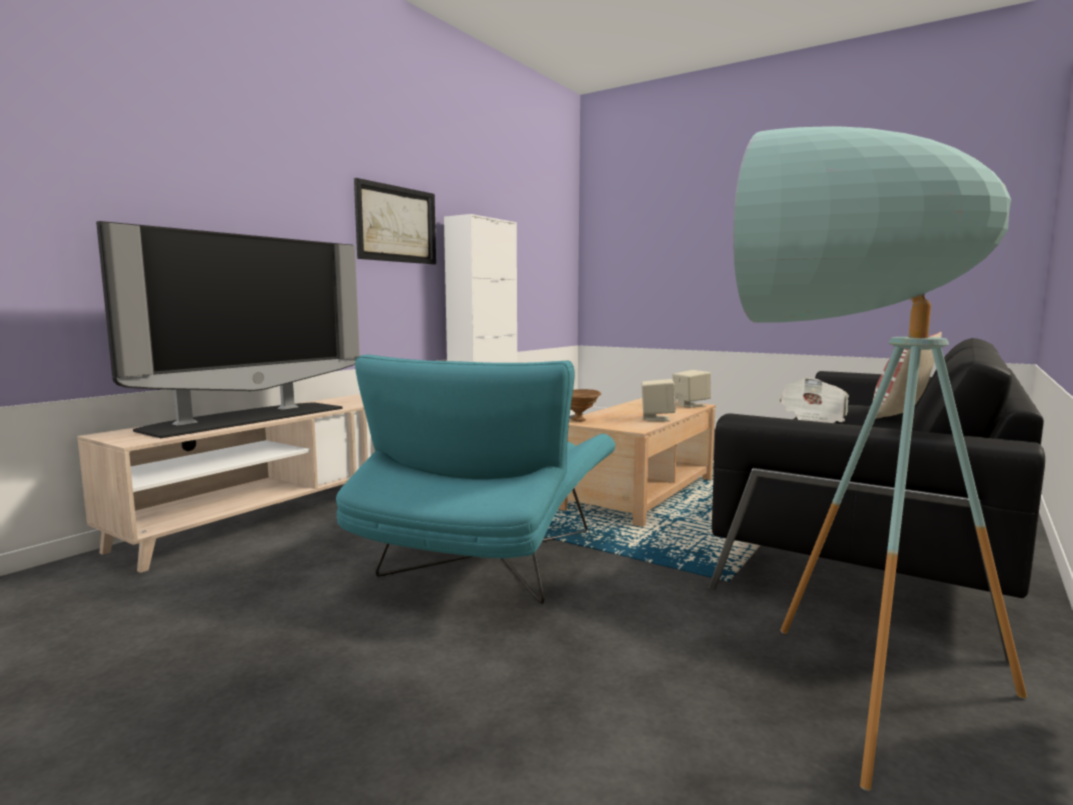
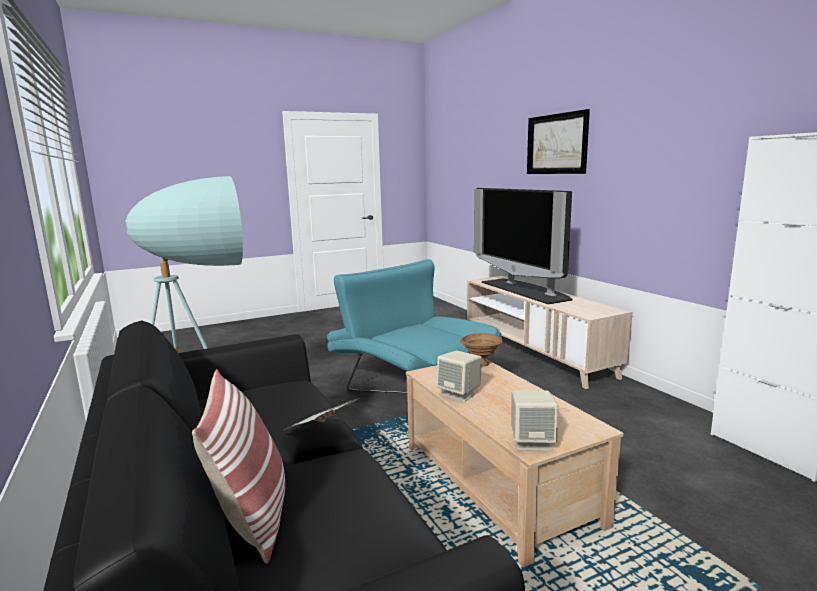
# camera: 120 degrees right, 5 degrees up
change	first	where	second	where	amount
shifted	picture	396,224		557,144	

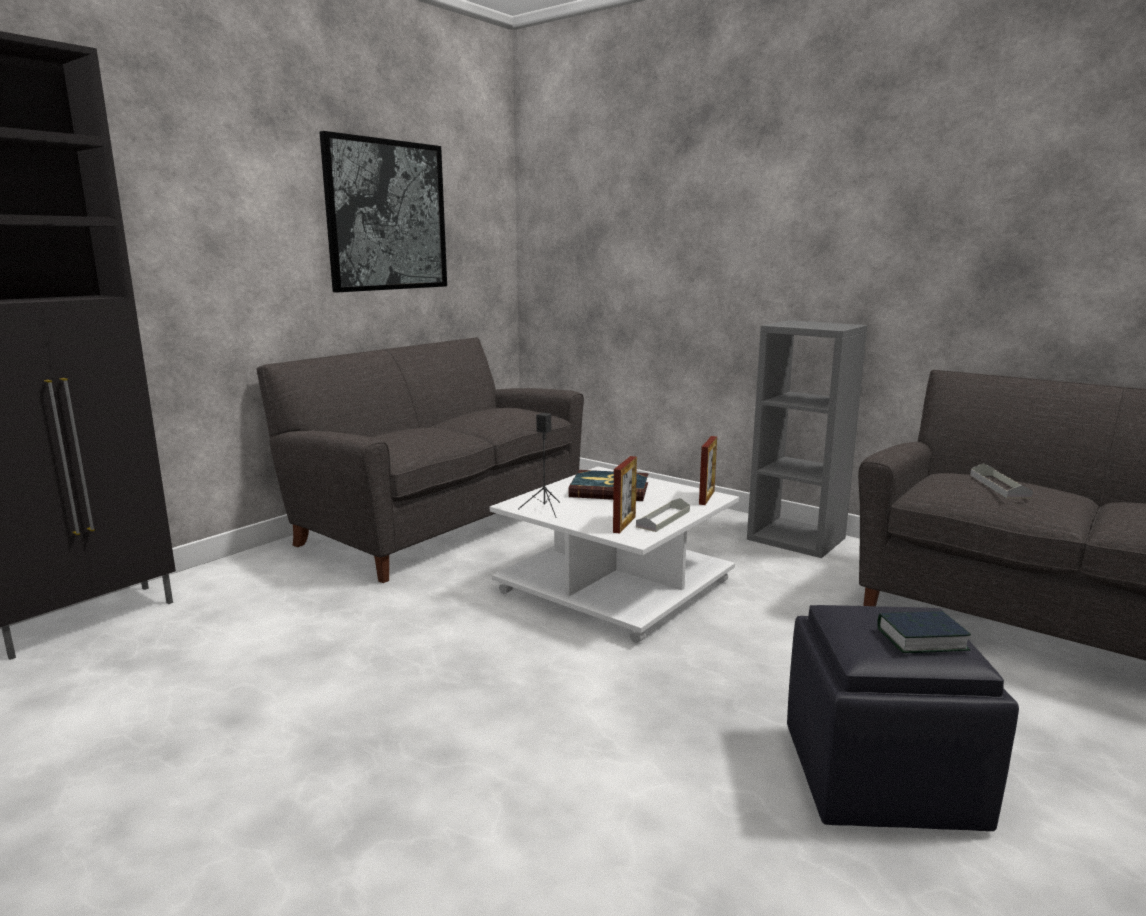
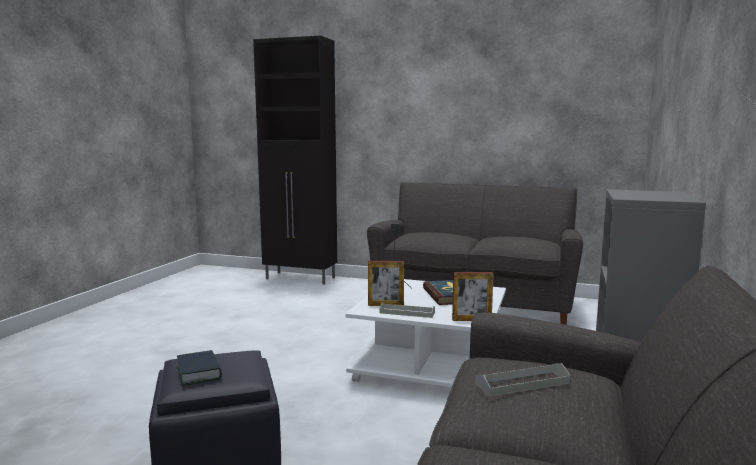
# camera: 70 degrees right, 5 degrees down
change	first	where	second	where	amount
gone	picture	386,216			

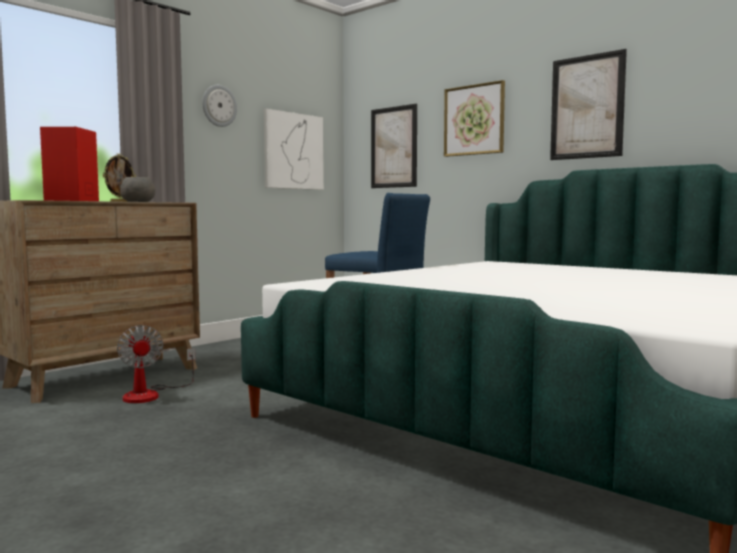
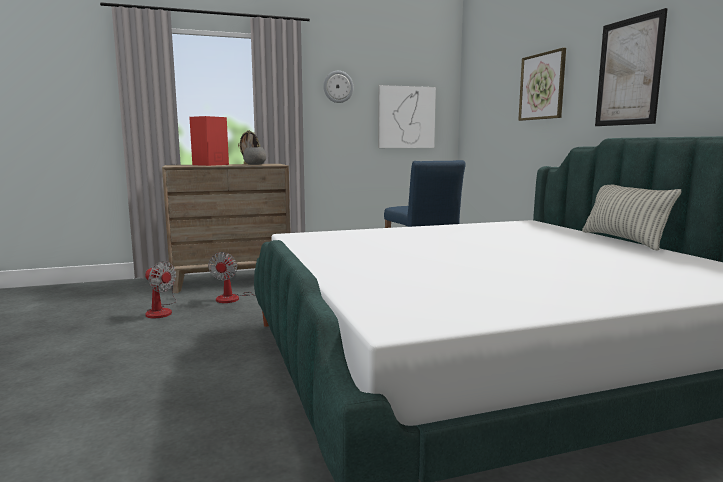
# camera: 30 degrees right, 5 degrees up
change	first	where	second	where	amount
gone	picture	394,147			
new			fan	161,311	
new			pillow	623,240	

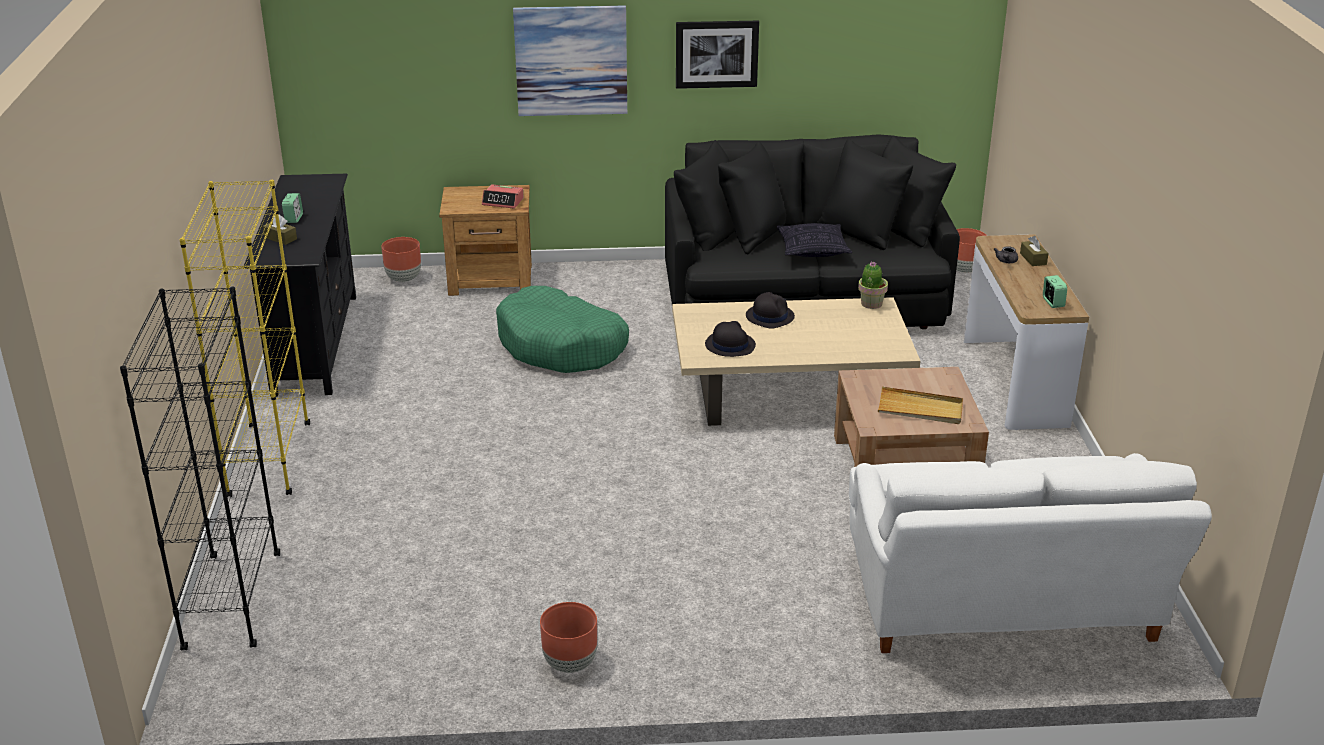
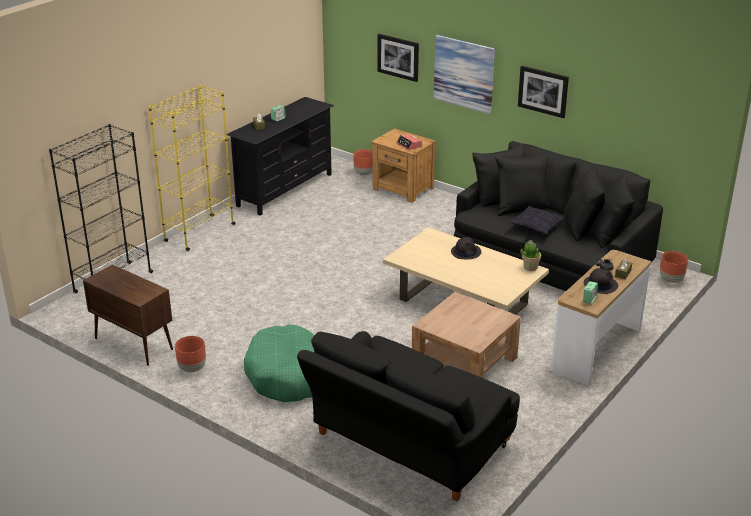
# camera: 40 degrees right, 0 degrees up
change	first	where	second	where	amount
shifted	green_dog_bed	561,346		288,375	
shifted	black_hat	729,345		600,284	
repainted	white_sofa	1002,604	black_sofa	408,444	
gone	beige_tray	920,409			
new			brown_cabinet	133,344	
new			picture	398,57	

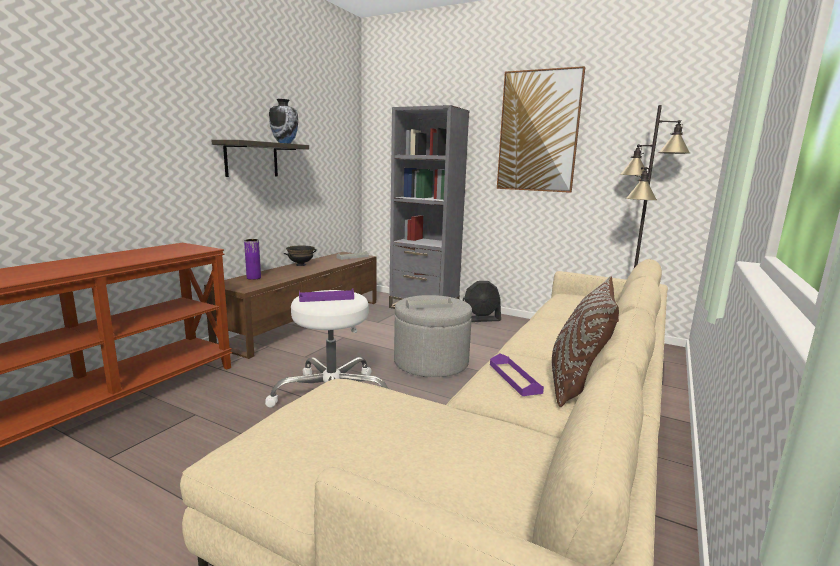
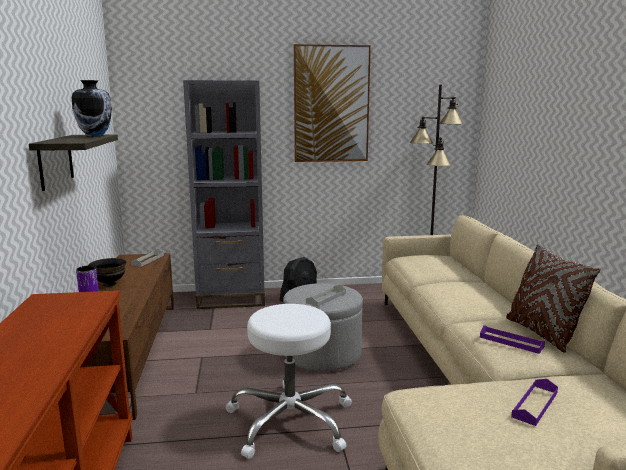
# camera: 35 degrees left, 0 degrees up
change	first	where	second	where	amount
shifted	purple_tray	326,298		535,404	

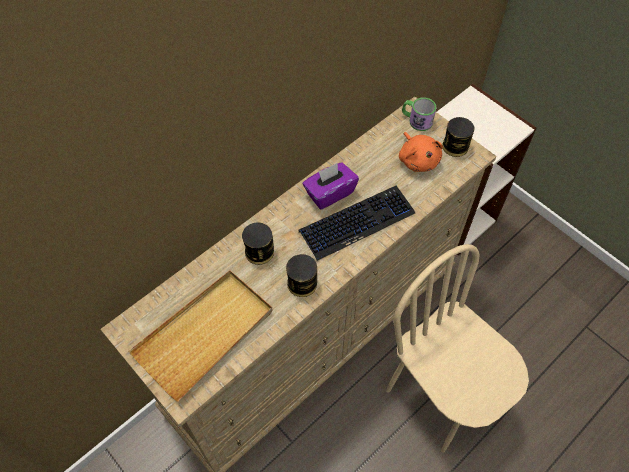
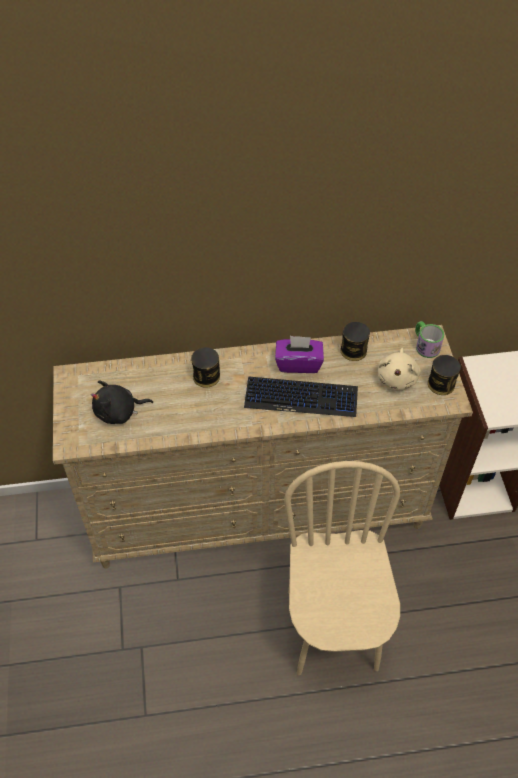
# camera: 35 degrees right, 5 degrees down
change	first	where	second	where	amount
swapped	beige_tray	205,335	black_plush_toy	119,412	
shifted	can	302,283		353,350	
repainted	orange_plush_toy	418,160	beige_plush_toy	397,377	

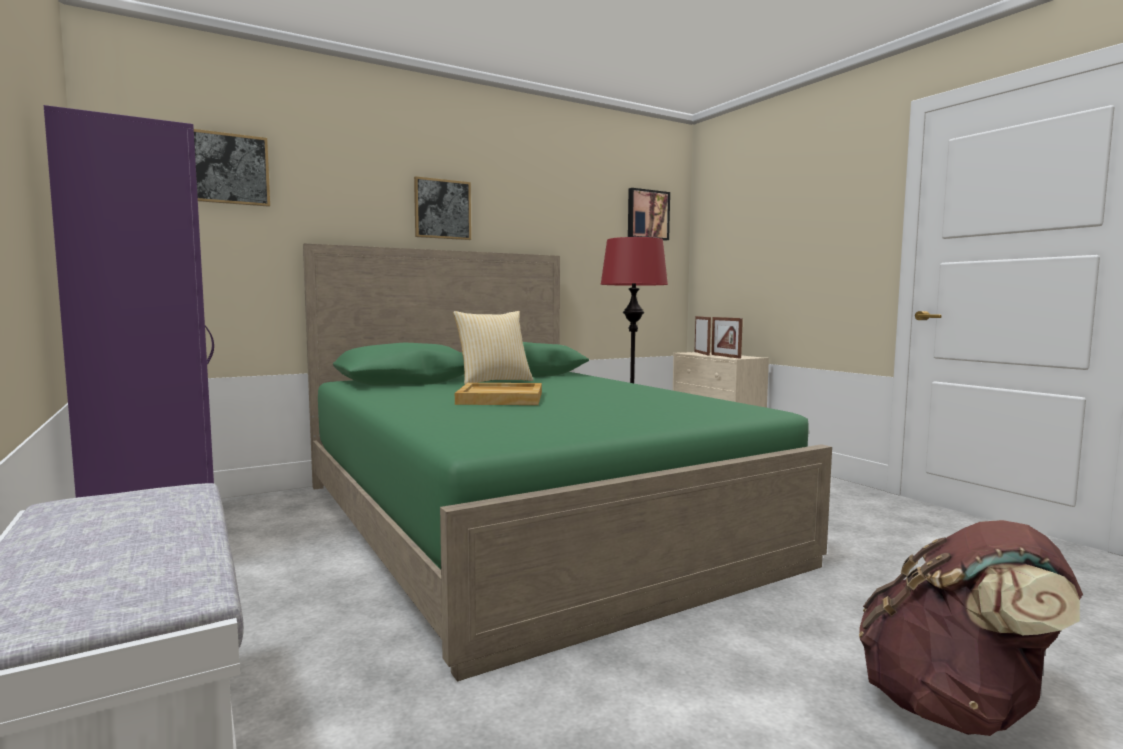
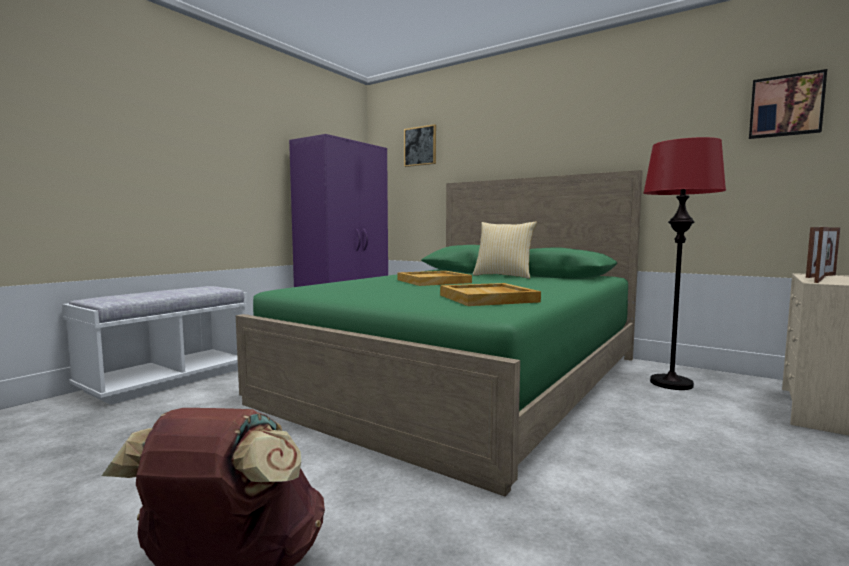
# camera: 65 degrees right, 0 degrees up
change	first	where	second	where	amount
gone	picture	442,209			
new			beige_tray	488,298	

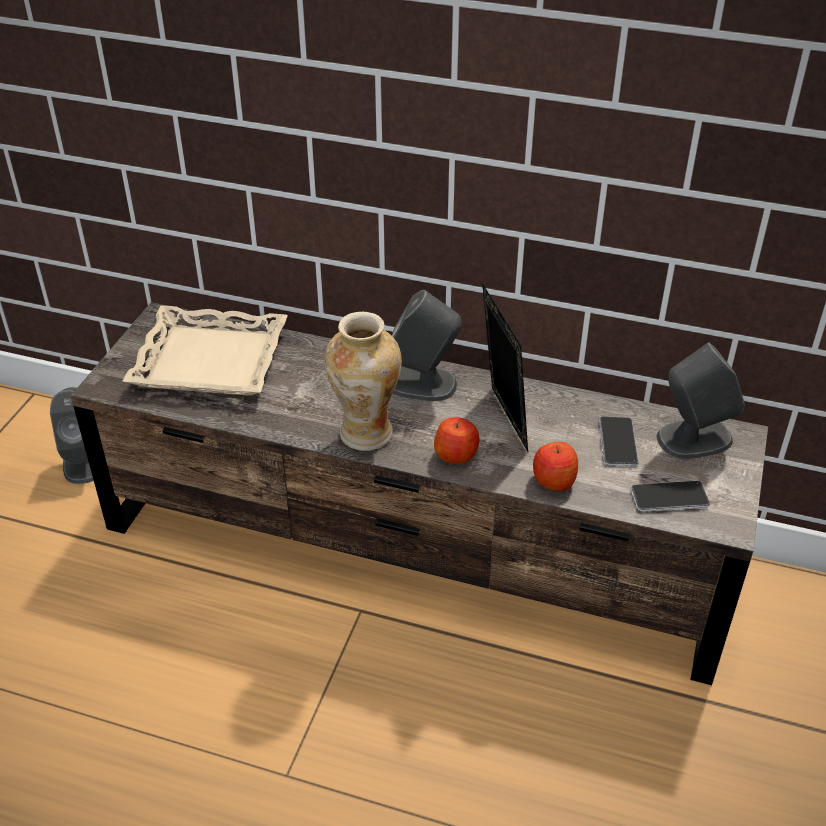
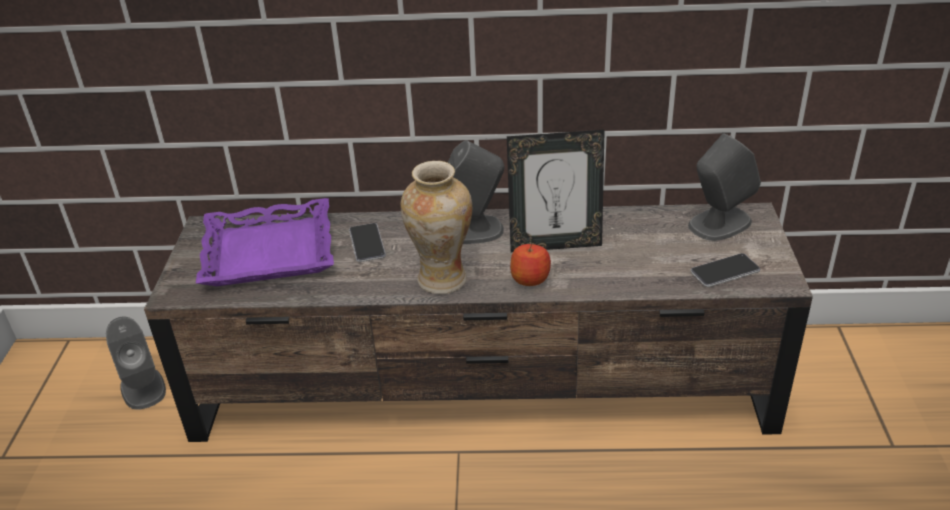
# camera: 15 degrees left, 5 degrees down
change	first	where	second	where	amount
repainted	beige_tray	209,362	purple_tray	268,253	
rotated	picture_frame	501,421		555,244	120 degrees clockwise
gone	apple	554,480			
shifted	phone	617,442		367,243	

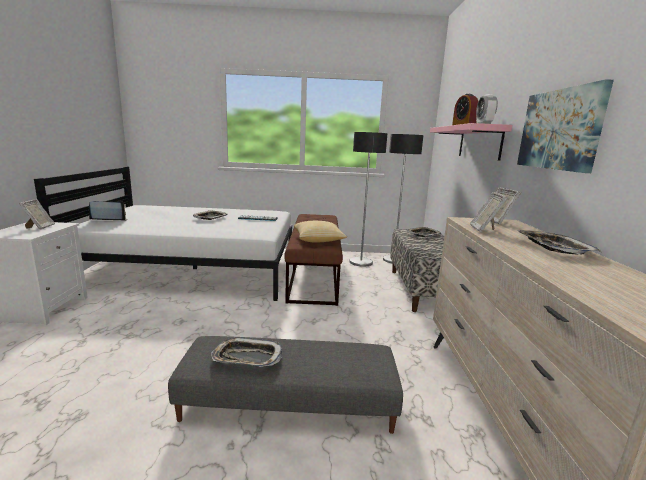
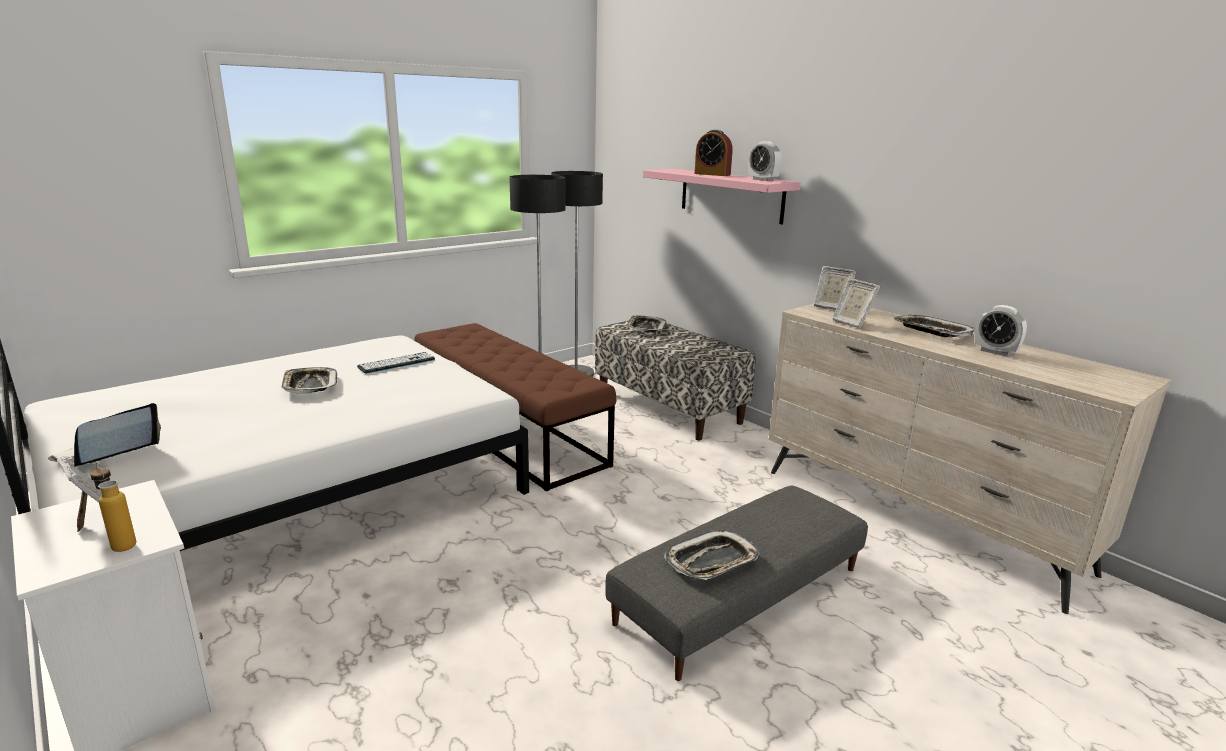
# camera: 40 degrees left, 5 degrees up
change	first	where	second	where	amount
gone	pillow	318,240			
gone	picture	559,129			
new			bottle	121,543	
new			alarm_clock	995,352	

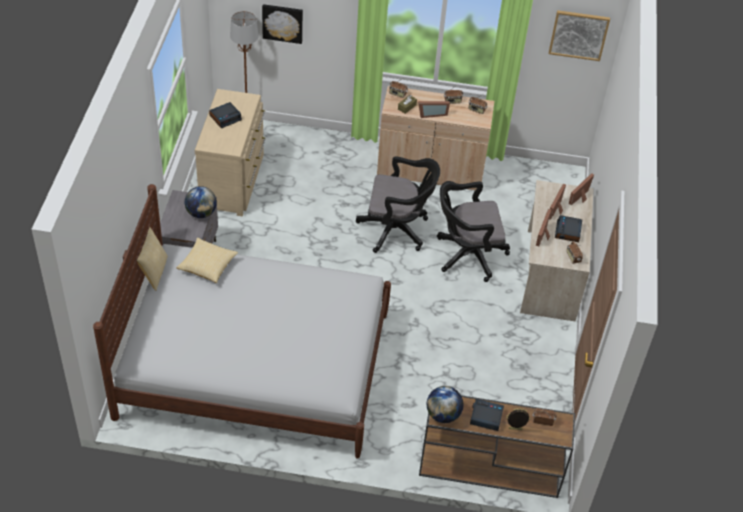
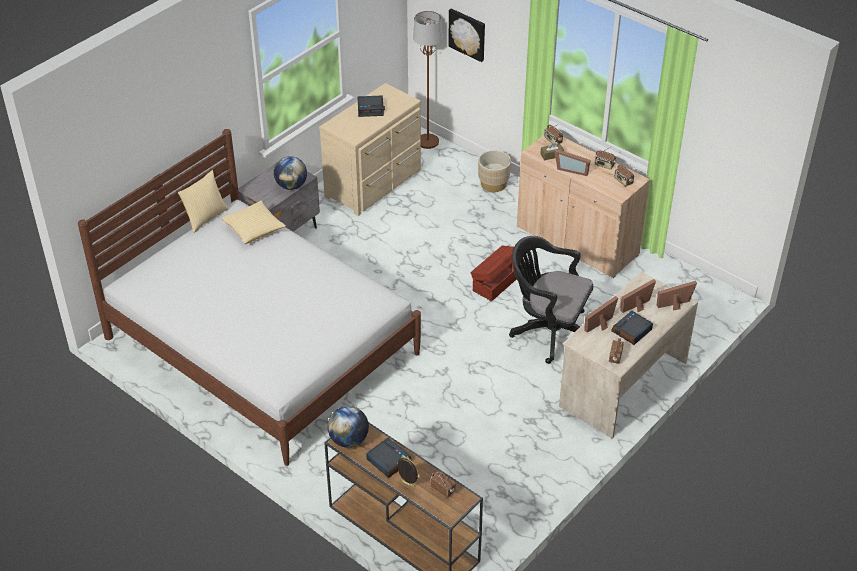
# camera: 35 degrees right, 5 degrees down
change	first	where	second	where	amount
swapped	black_office_chair	397,230	brown_storage_box	496,282	
gone	picture	578,35			
new			beige_planter	493,184	

